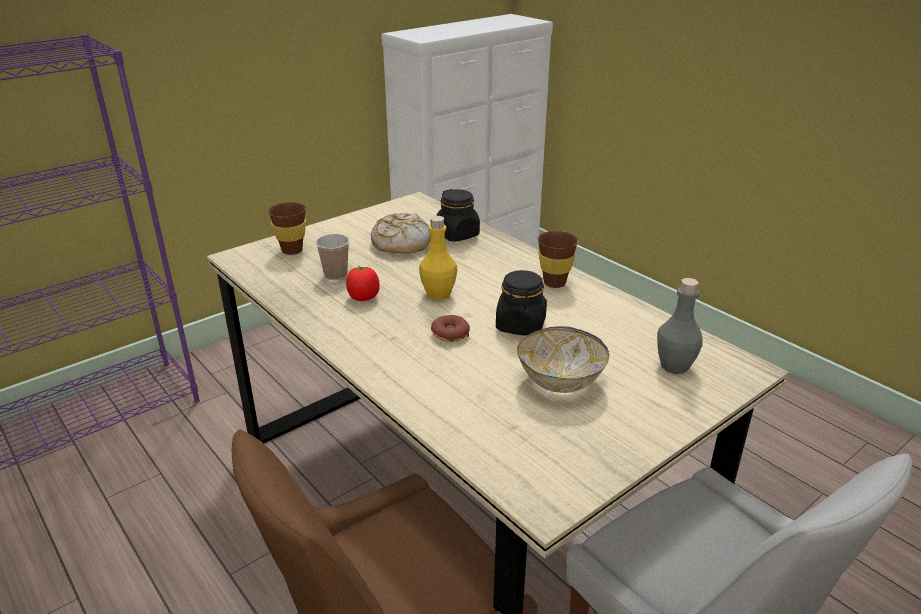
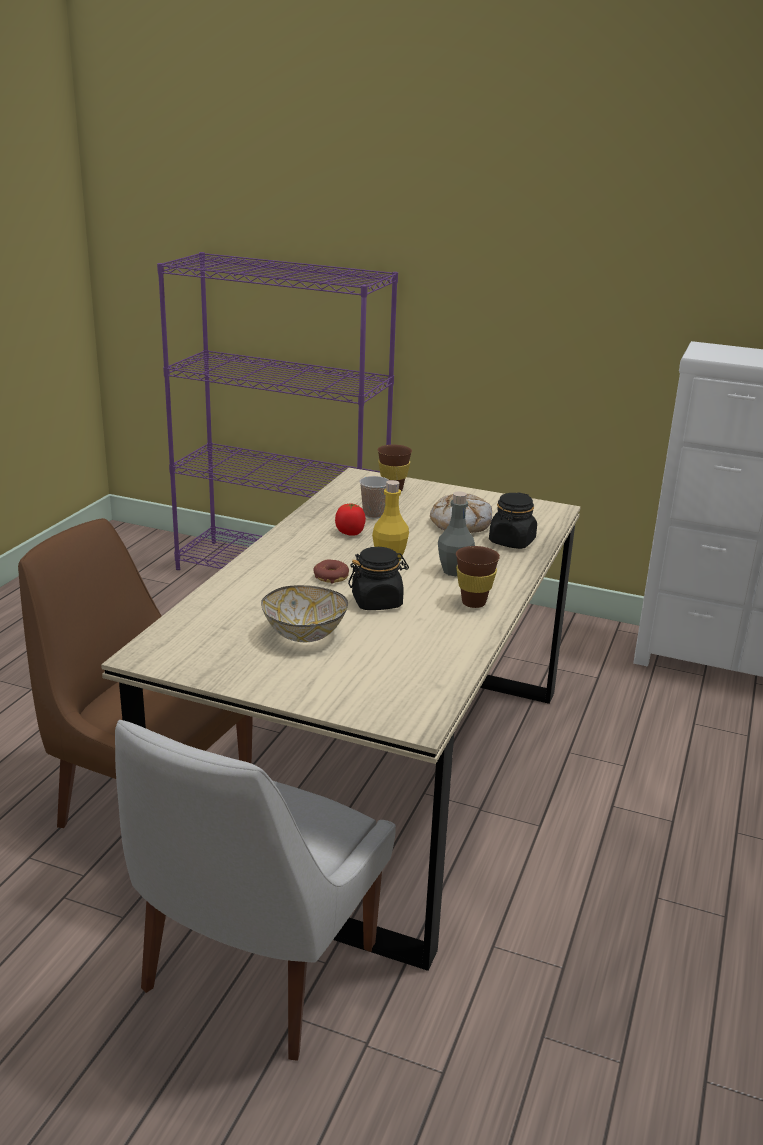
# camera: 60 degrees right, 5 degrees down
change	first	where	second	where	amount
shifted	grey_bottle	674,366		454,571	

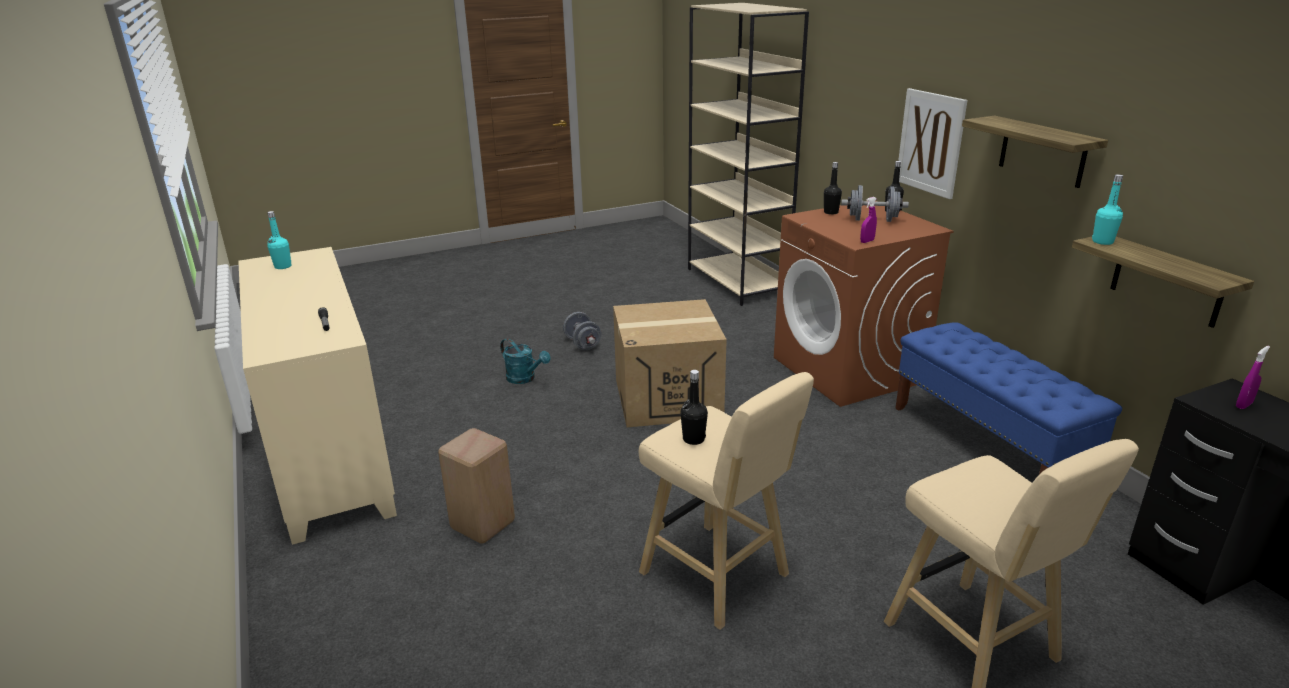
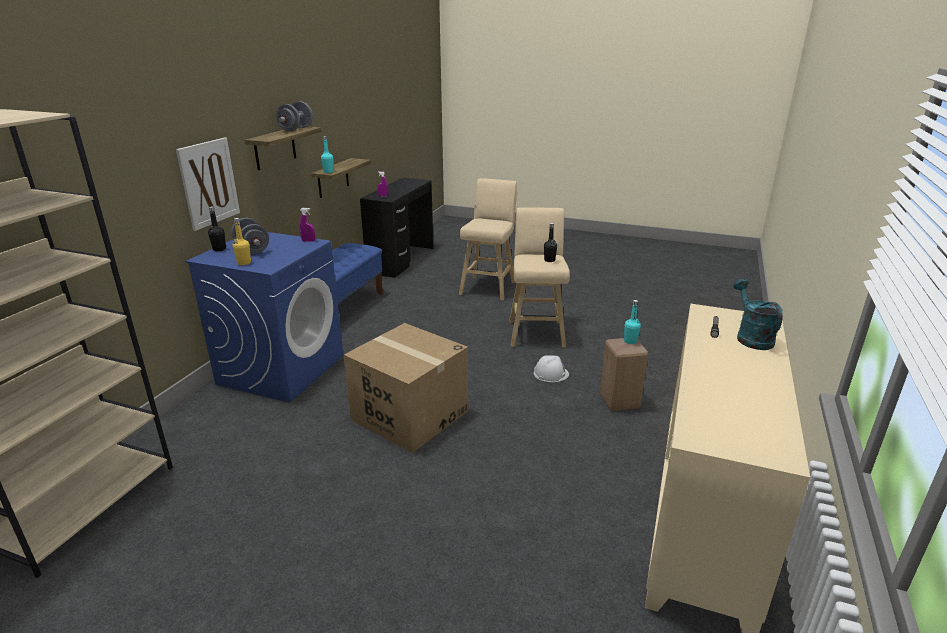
# camera: 135 degrees left, 0 degrees up
change	first	where	second	where	amount
shifted	turquoise_bottle	283,266		630,341	
shifted	turquoise_watering_can	525,379		751,337	
shifted	grey_dumbbell	582,344		296,129	
repainted	brown_washing_machine	849,370	blue_washing_machine	281,369	
repainted	black_bottle	831,212	yellow_bottle	244,263	
new			white_hard_hat	551,373	

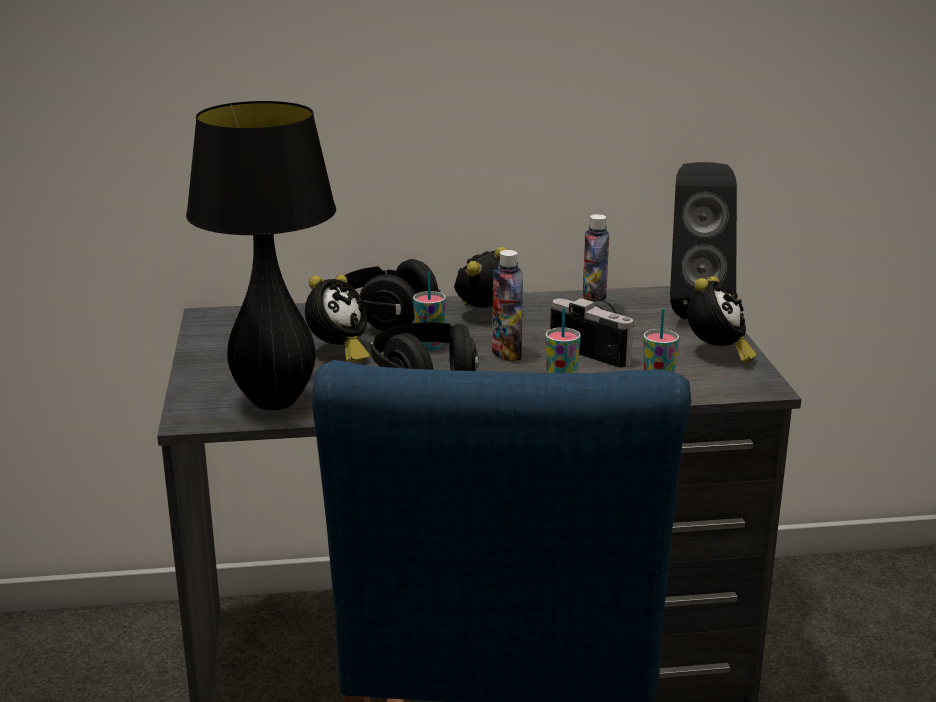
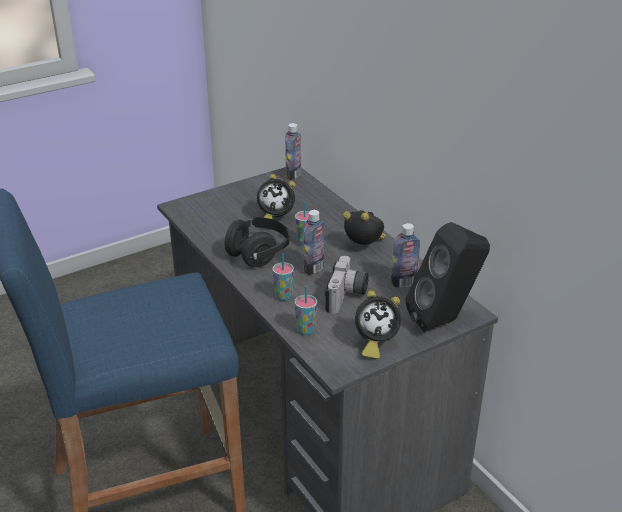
# camera: 65 degrees right, 10 degrees up
change	first	where	second	where	amount
gone	black_table_lamp	274,402			
gone	black_headphones	384,318			
new			bottle	293,175	

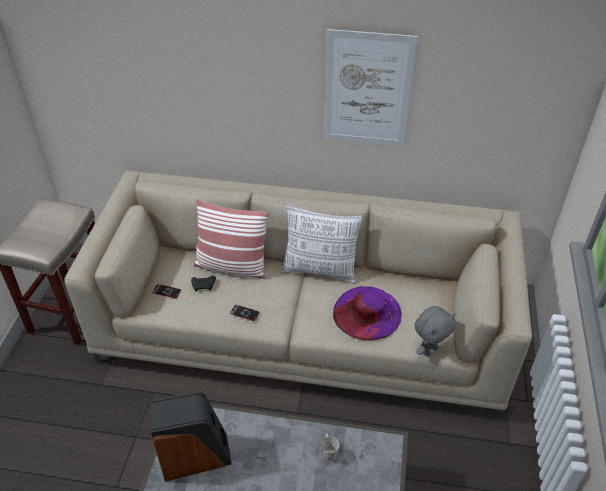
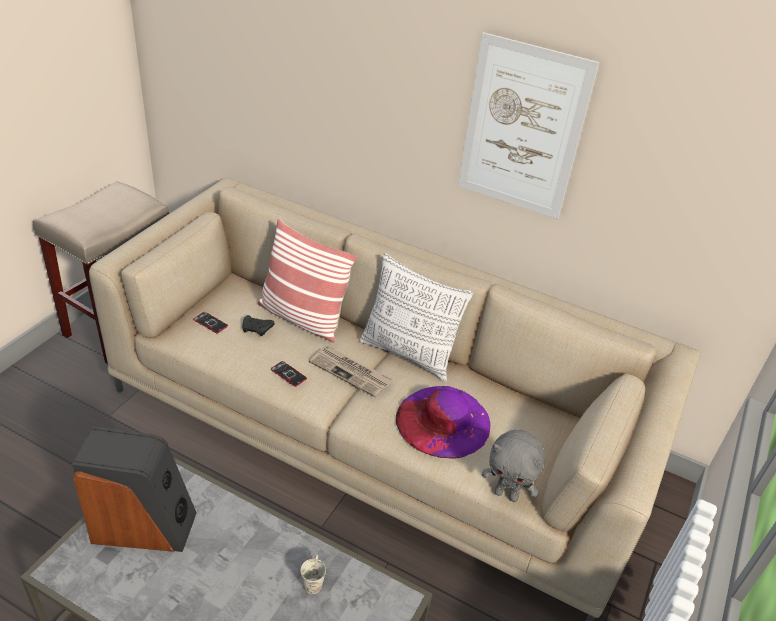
# camera: 15 degrees right, 5 degrees down
change	first	where	second	where	amount
rotated	grey_plush_toy	429,350		506,494	45 degrees clockwise
new			newspaper	351,372	

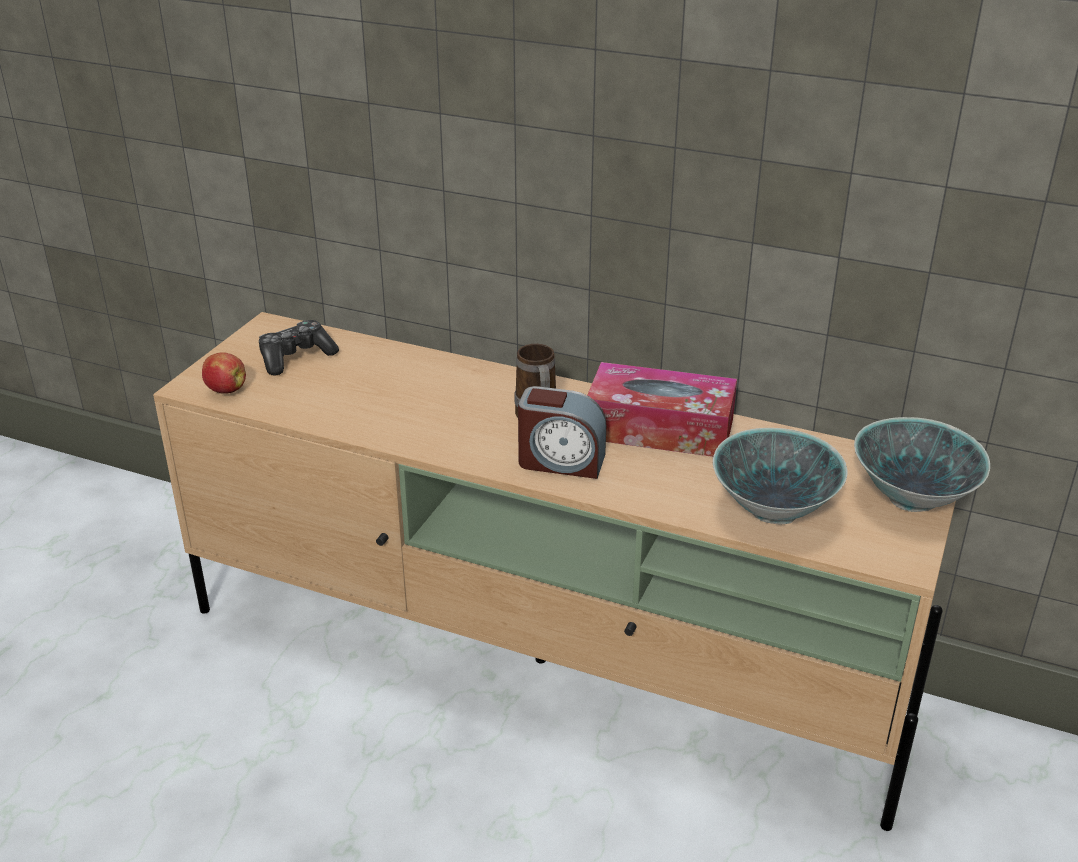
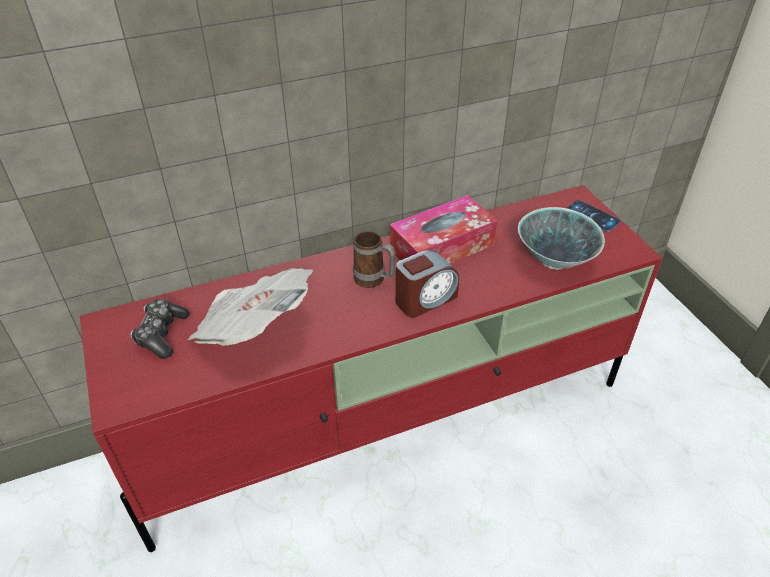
# camera: 45 degrees left, 10 degrees up
change	first	where	second	where	amount
repainted	beige_tv_stand	544,662	red_tv_stand	388,420	
gone	apple	225,390			
swapped	bowl	911,499	phone	592,216	
new			newspaper	254,329	

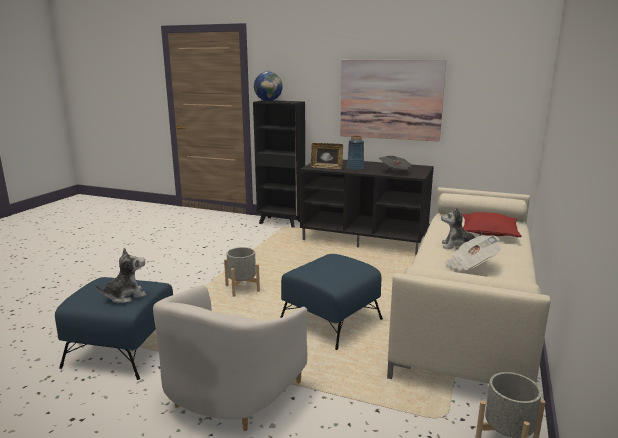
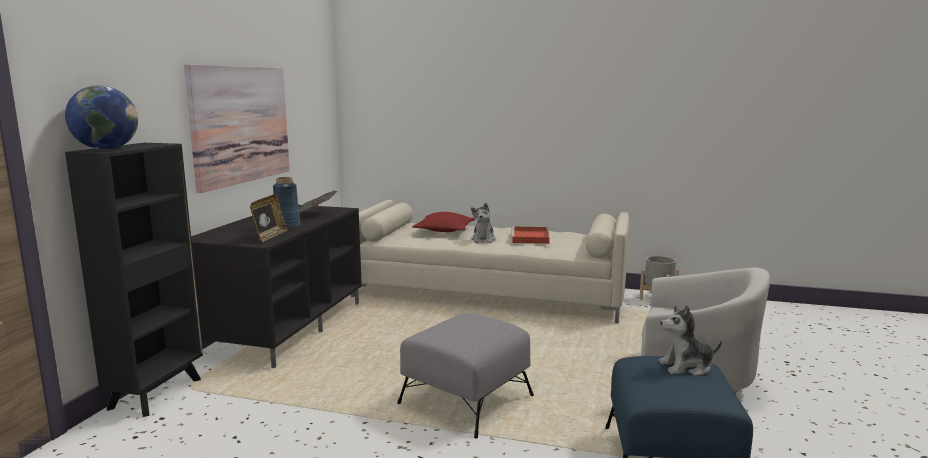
# camera: 95 degrees left, 5 degrees down
change	first	where	second	where	amount
rotated	plush_toy	125,296		687,367	60 degrees counterclockwise
swapped	grey_planter	242,289	grey_ottoman	467,400	
gone	blue_ottoman	330,321			
swapped	newspaper	471,265	red_tray	530,238	

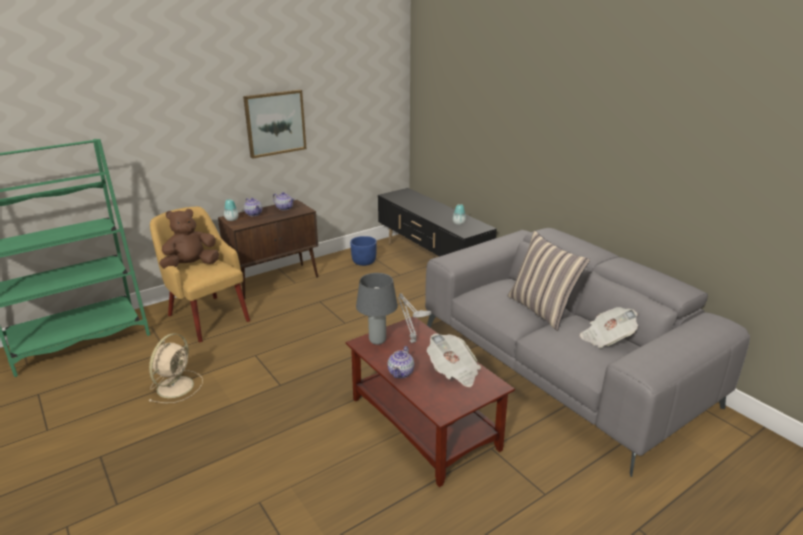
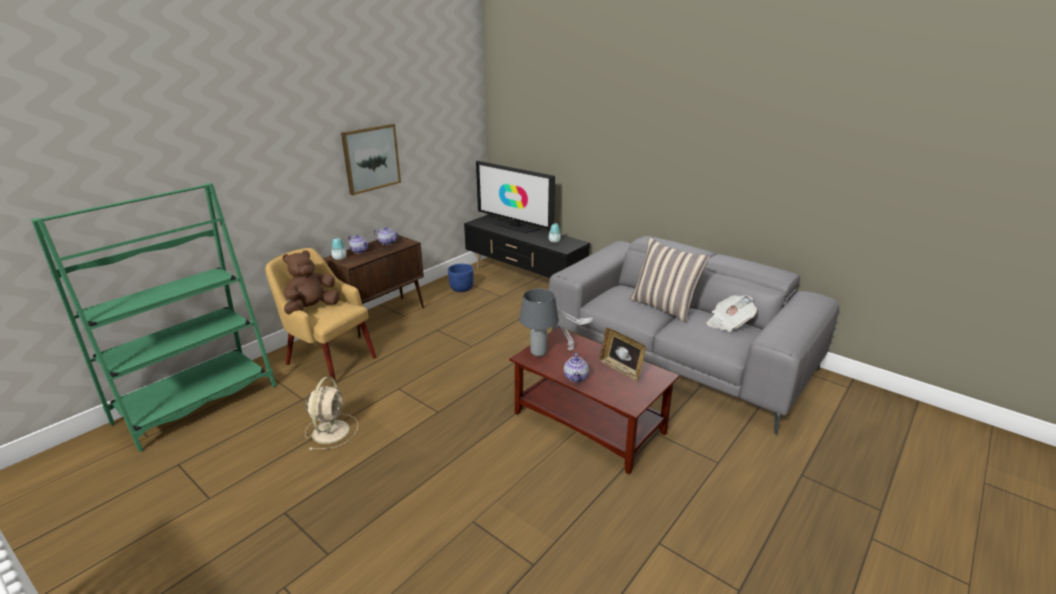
# camera: 15 degrees left, 0 degrees up
change	first	where	second	where	amount
swapped	newspaper	453,371	picture_frame	621,369	
new			television	515,226	

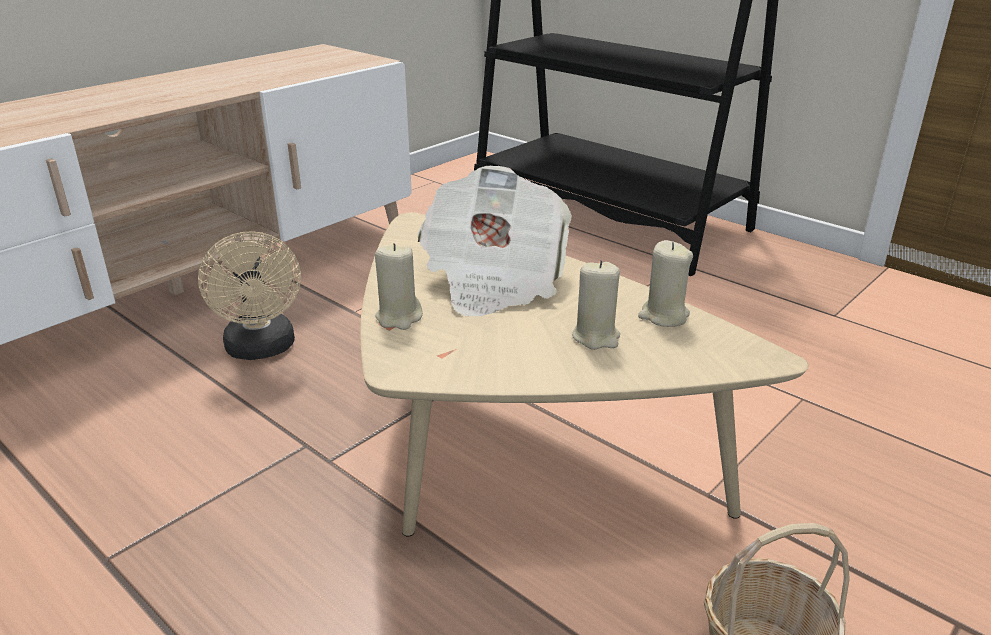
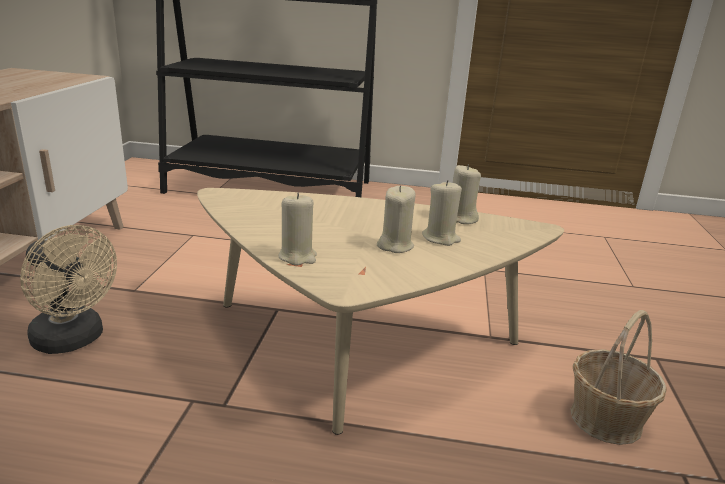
# camera: 35 degrees left, 5 degrees down
change	first	where	second	where	amount
gone	newspaper	493,279			
new			beige_candle	395,245	

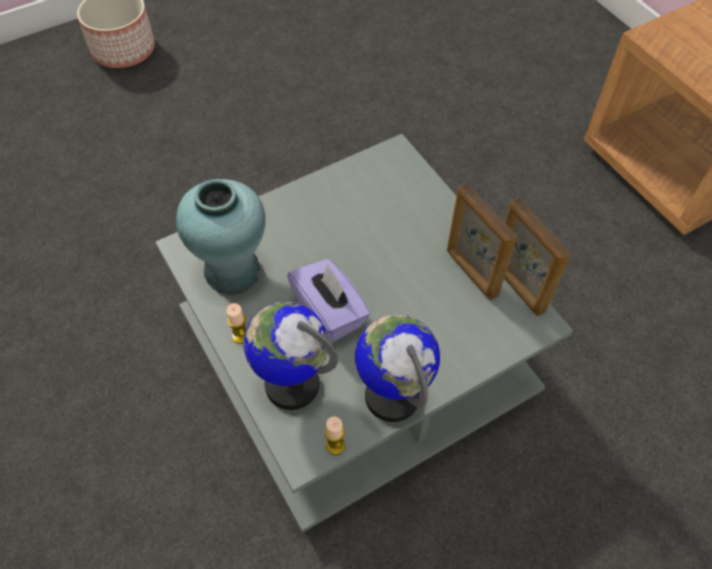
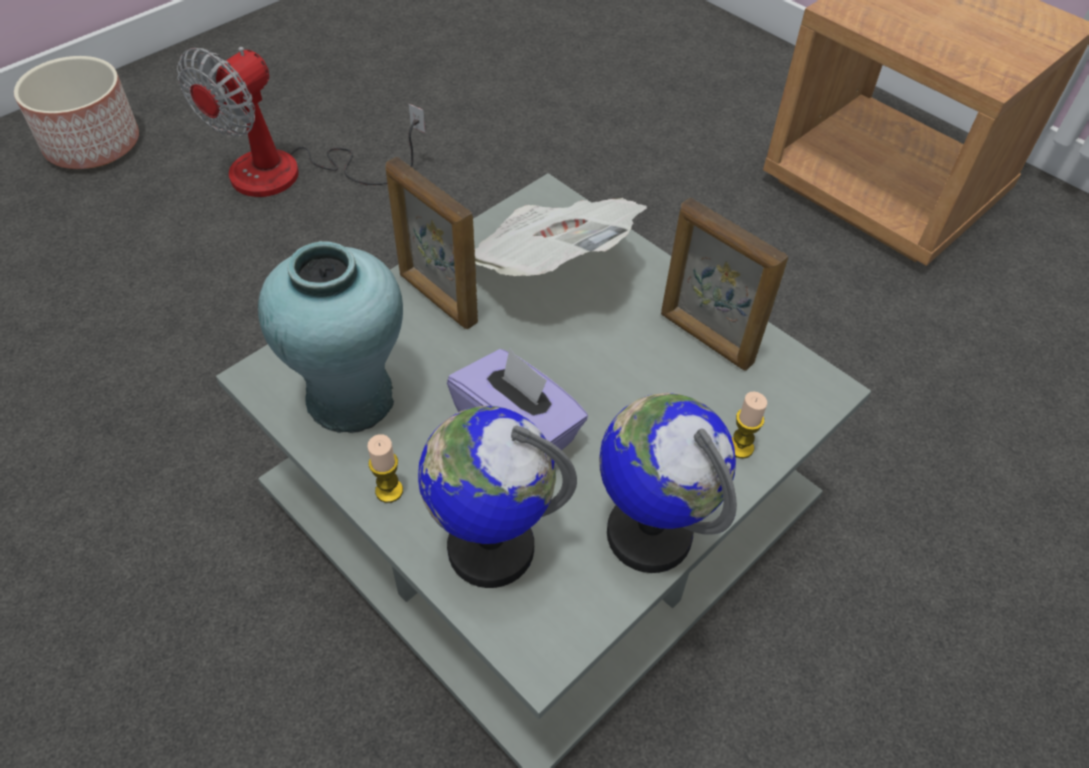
# camera: 15 degrees left, 5 degrees down
change	first	where	second	where	amount
shifted	candle	335,445		740,447	
shifted	picture_frame	518,288		437,299	
new			fan	291,174	
new			newspaper	550,266	

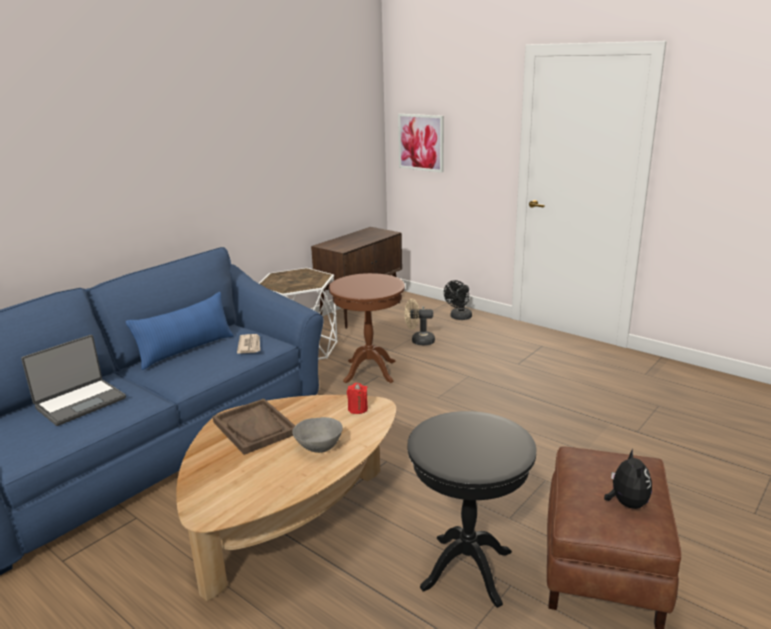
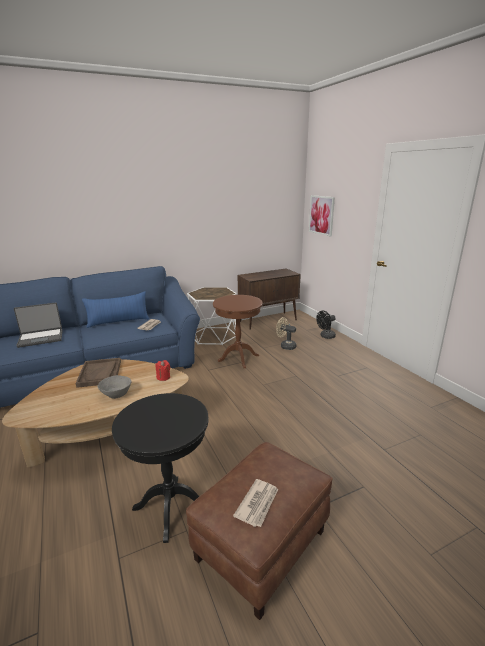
# camera: 25 degrees right, 0 degrees up
change	first	where	second	where	amount
swapped	plush_toy	626,503	newspaper	258,504	

